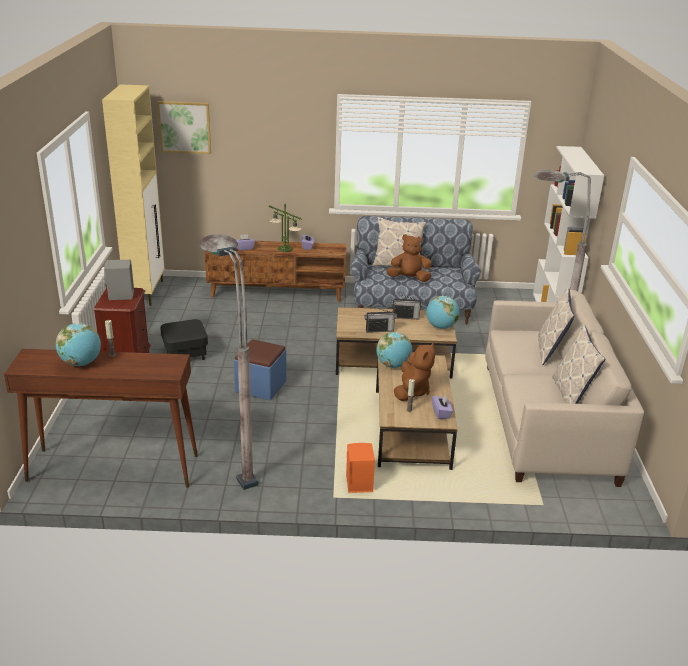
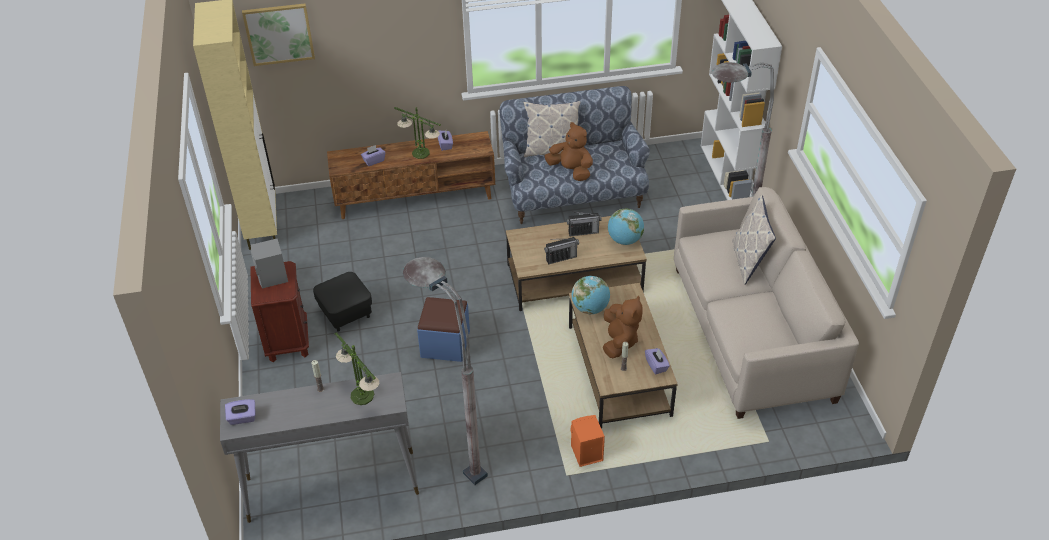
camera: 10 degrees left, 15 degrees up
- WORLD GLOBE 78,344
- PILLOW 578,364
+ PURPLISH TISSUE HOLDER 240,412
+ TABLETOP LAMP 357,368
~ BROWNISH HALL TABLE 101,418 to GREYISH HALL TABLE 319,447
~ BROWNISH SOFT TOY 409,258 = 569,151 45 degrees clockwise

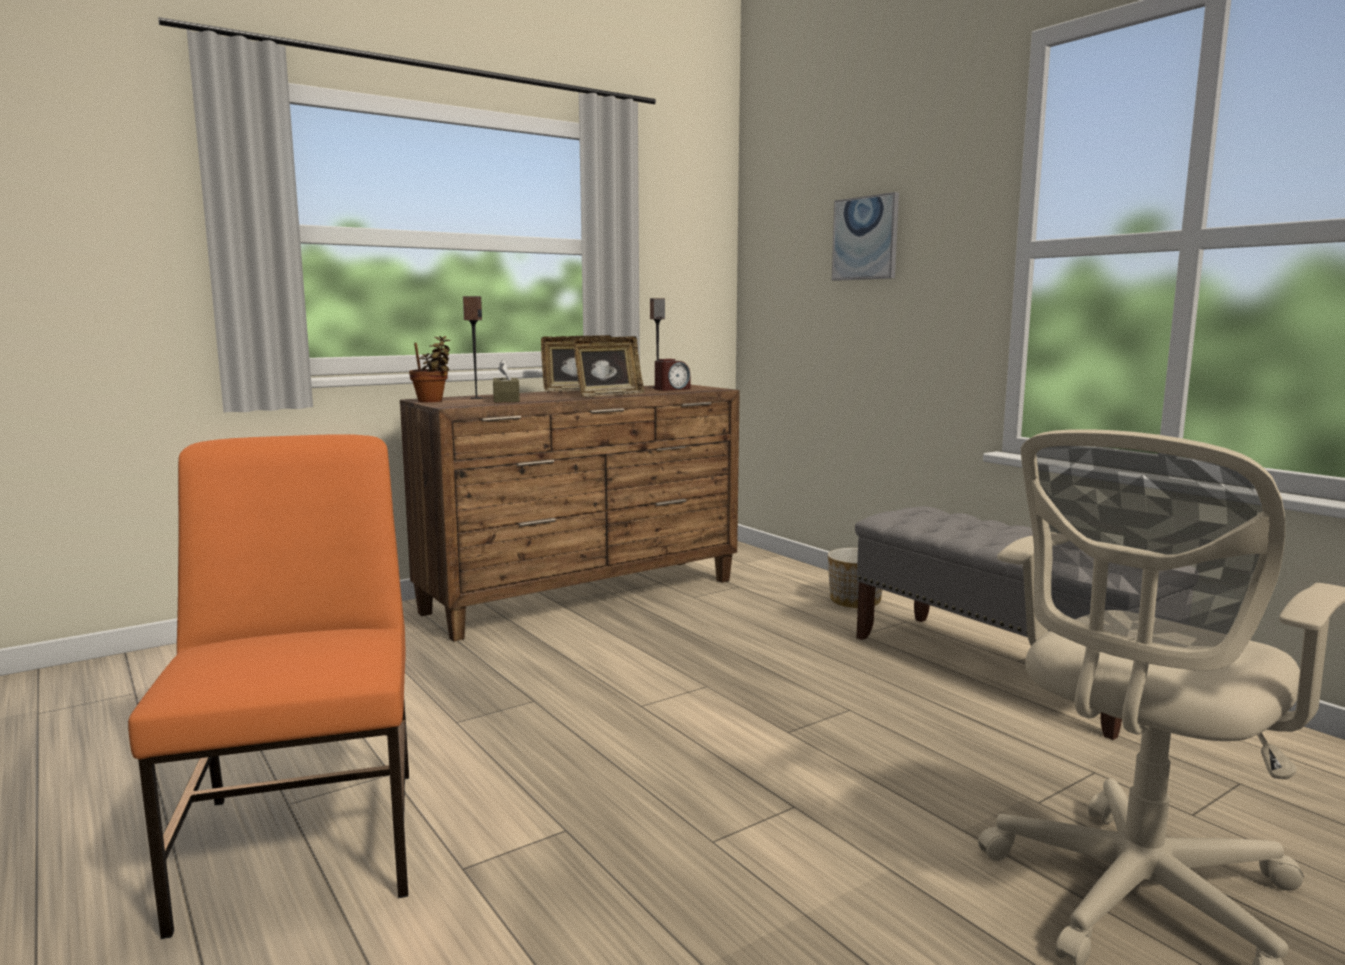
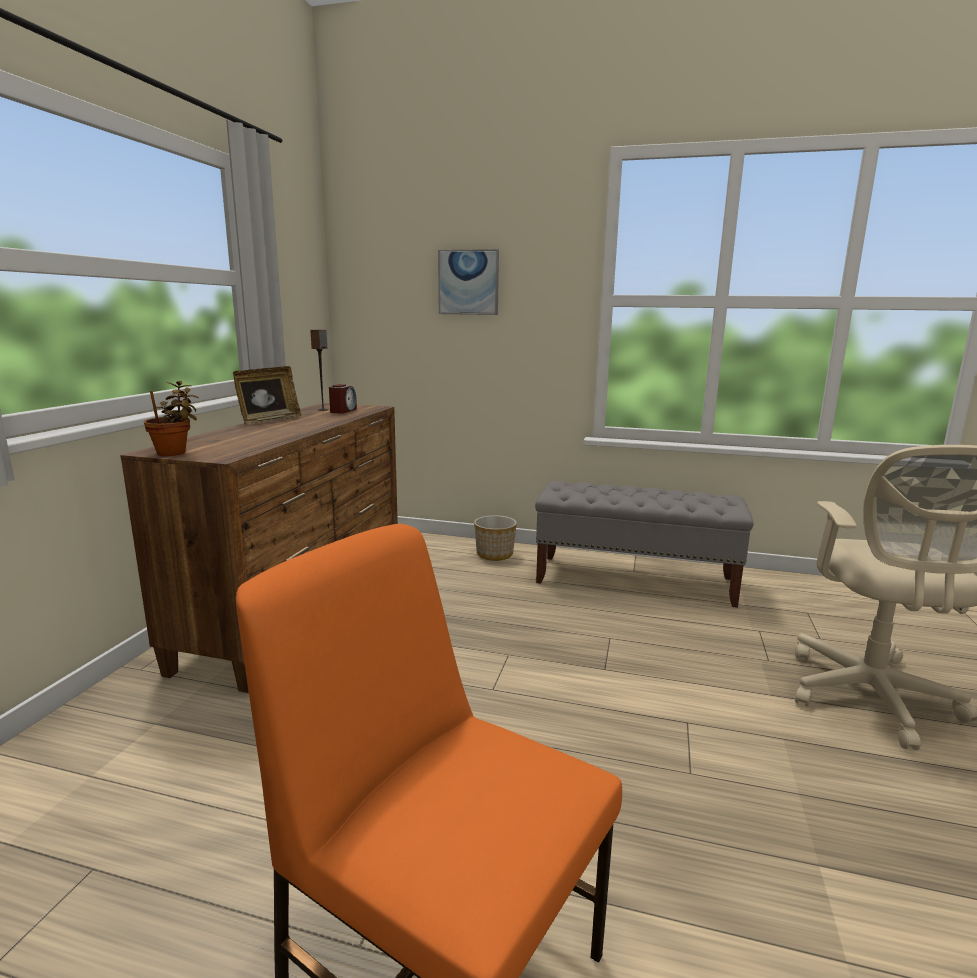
camera: 40 degrees left, 5 degrees up
- AUDIO SPEAKER 473,347
- BROWNISH TISSUE HOLDER 506,381
- STANDING FRAME 609,366

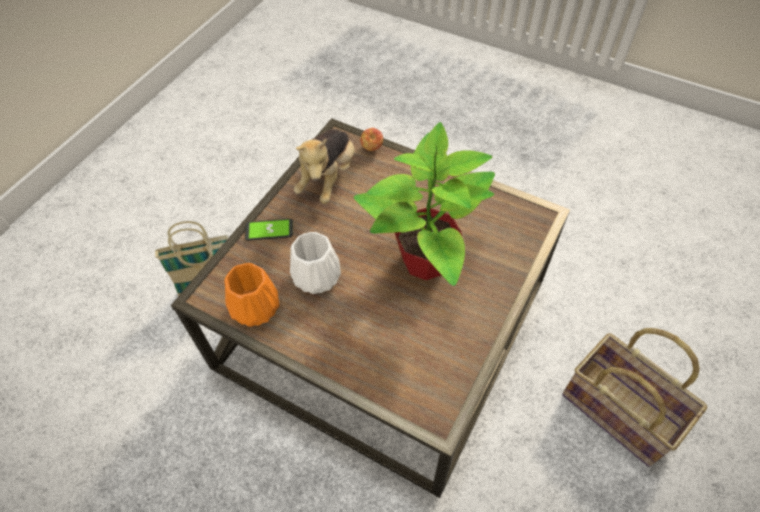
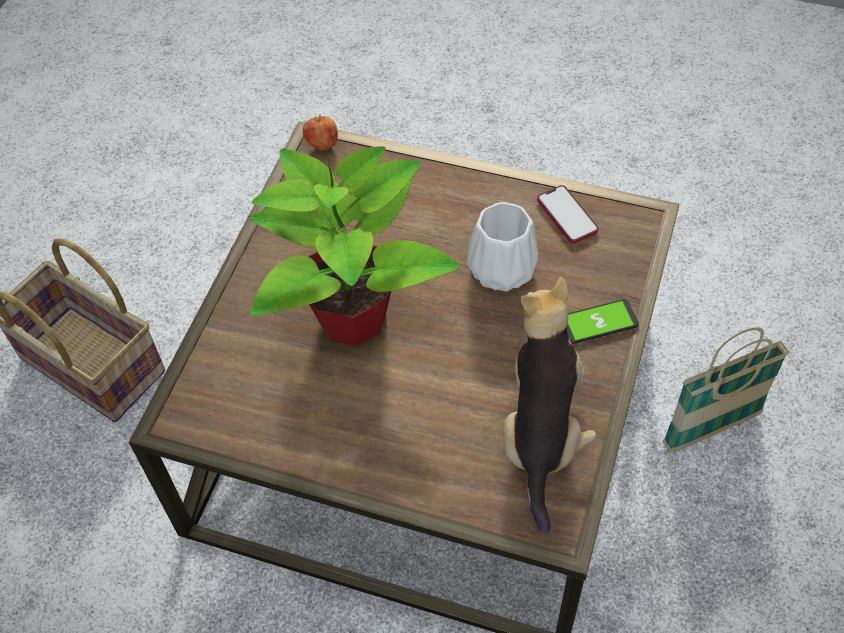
camera: 170 degrees right, 0 degrees up
~ APPLE 371,139 to 320,132
~ ORANGE-COLOURED DECORATIVE VASE 252,295 to PHONE 568,214

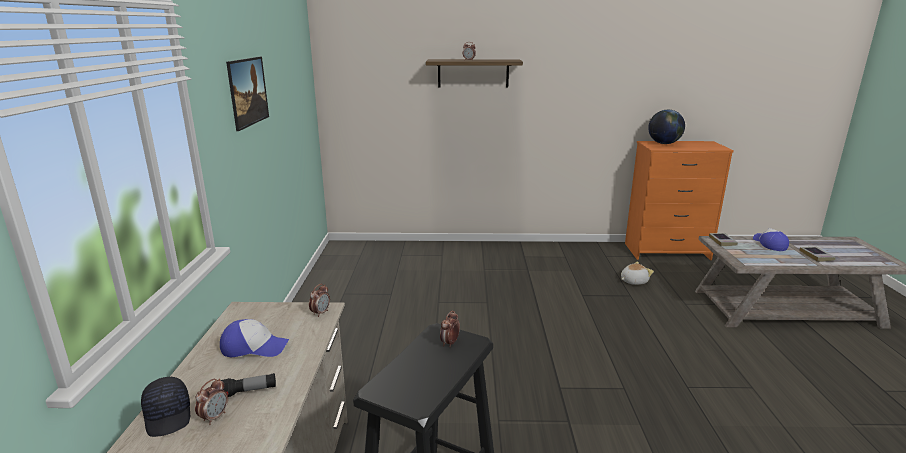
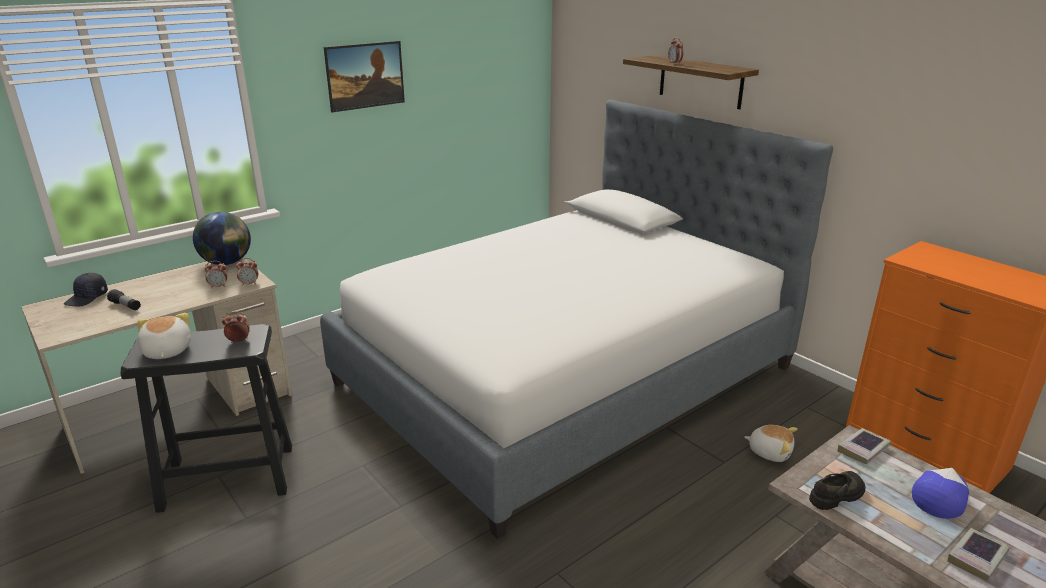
camera: 50 degrees right, 5 degrees up
- PEAKED CAP 254,338
+ SOFT TOY 164,336
+ BEDROOM BED 576,319
+ BLACKISH ITEM OF FOOTWEAR 837,490
~ ALARM CLOCK 211,401 to 216,274
~ WORLD GLOBE 666,127 to 222,238

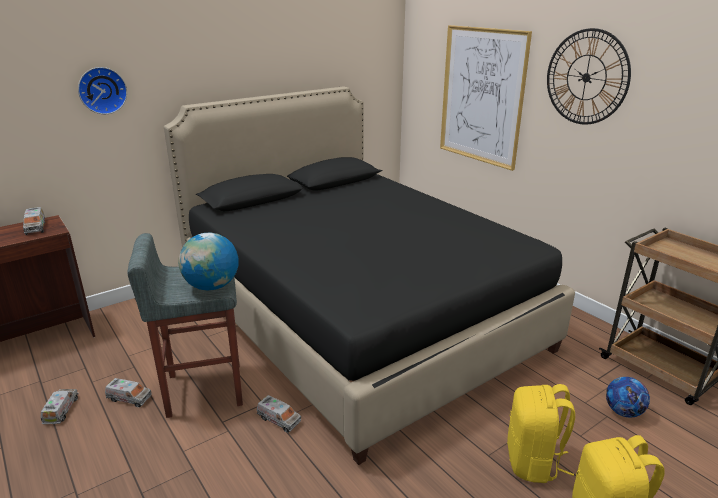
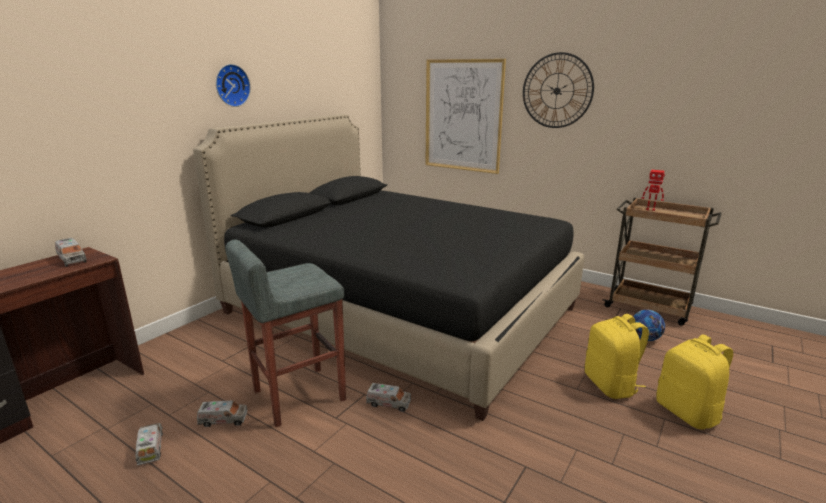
camera: 20 degrees left, 5 degrees down
- WORLD GLOBE 208,262
+ ROBOT FIGURE 653,190
~ WALL CLOCK 102,90 to 233,85

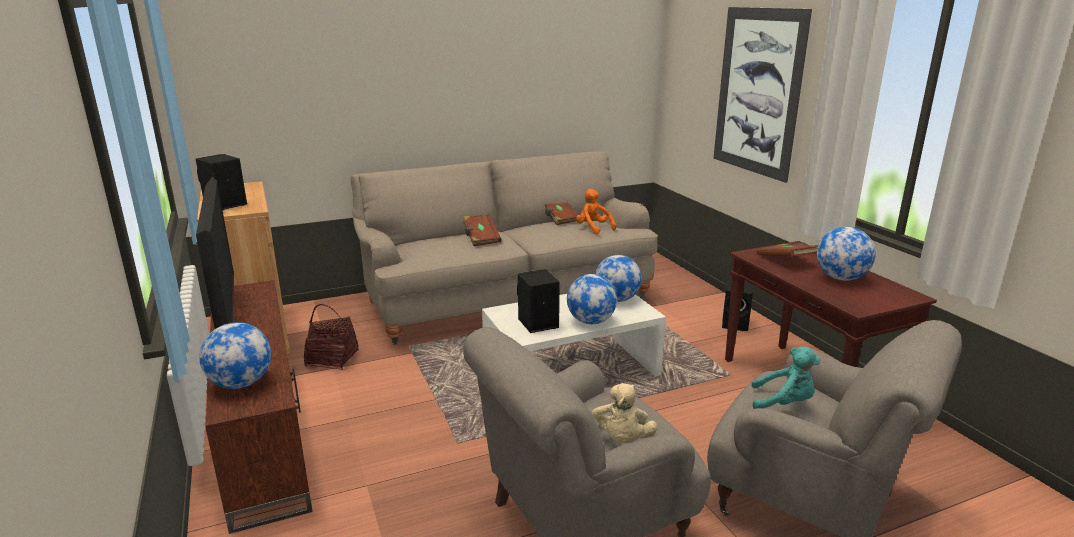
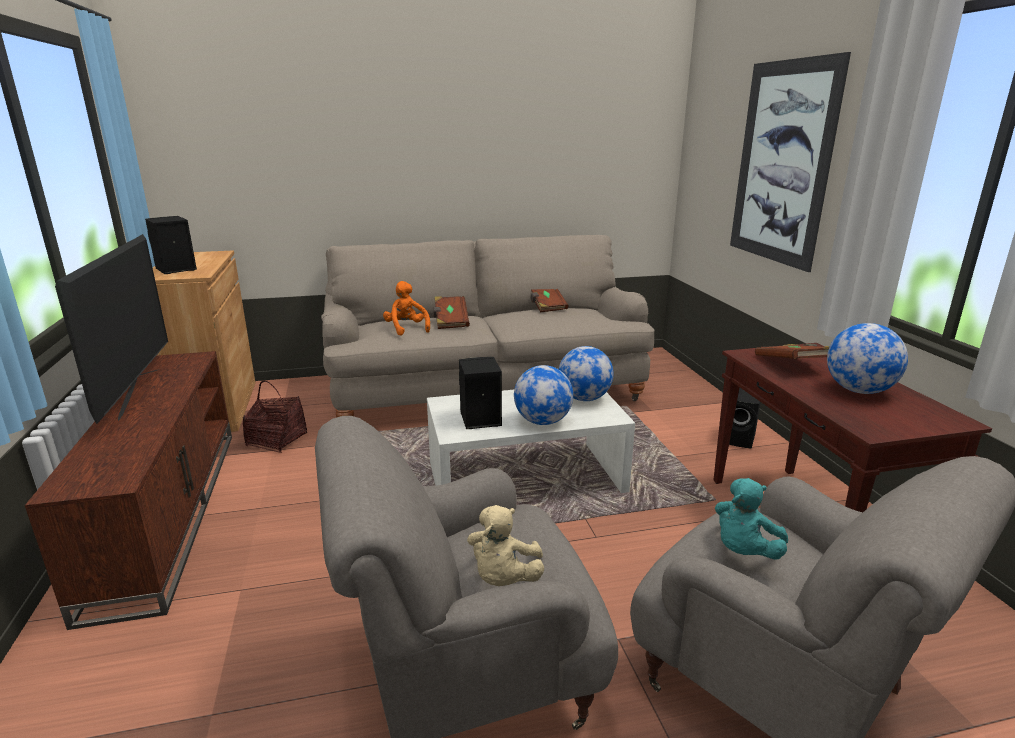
camera: 10 degrees right, 0 degrees up
- WORLD GLOBE 235,355
~ ORANGE-COLOURED SOFT TOY 596,211 to 406,308
~ TURQUOISE SOFT TOY 785,378 = 751,518 105 degrees clockwise

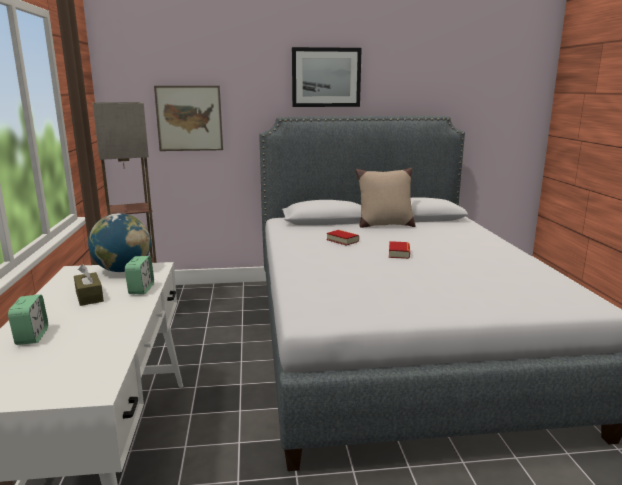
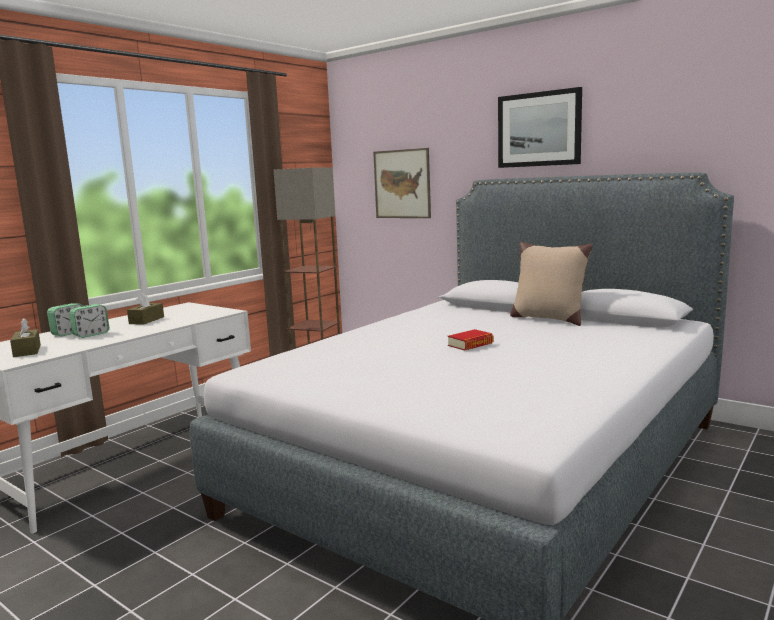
camera: 45 degrees right, 5 degrees down
- WORLD GLOBE 119,242
- BOUND BOOK 343,238
+ BROWNISH TISSUE HOLDER 25,337
~ ALARM CLOCK 139,275 to 89,321

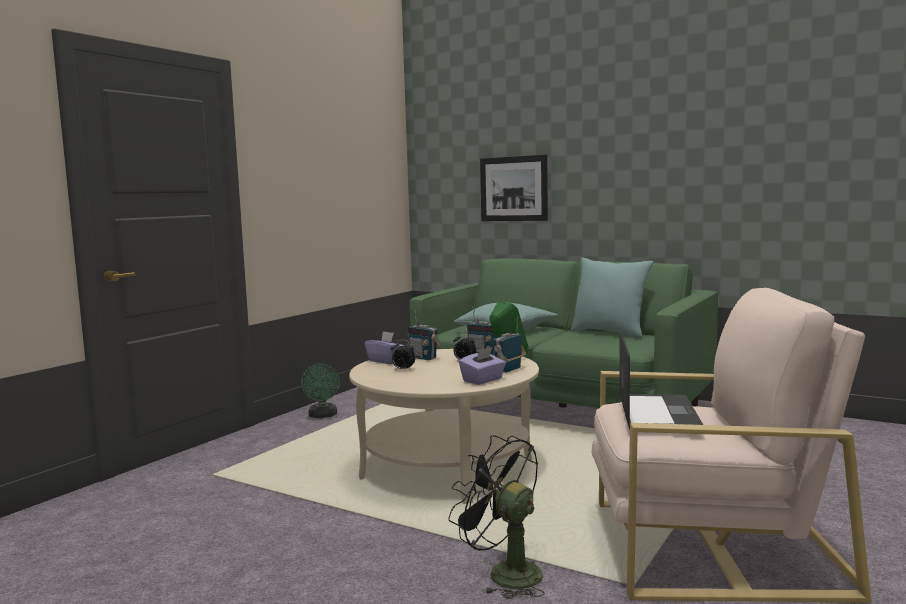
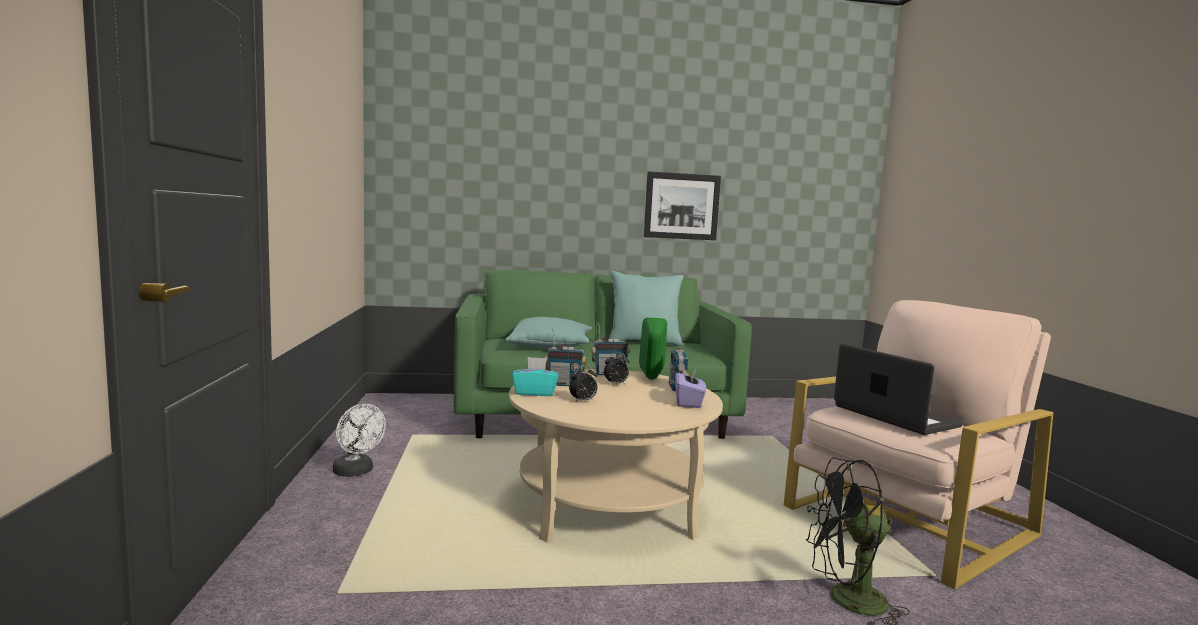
camera: 40 degrees left, 0 degrees up
~ PICTURE 514,188 to 682,205
~ GREEN-COLOURED FAN 320,390 to WHITE-COLOURED FAN 359,440
~ PURPLISH TISSUE HOLDER 384,347 to TURQUOISE TISSUE HOLDER 535,376

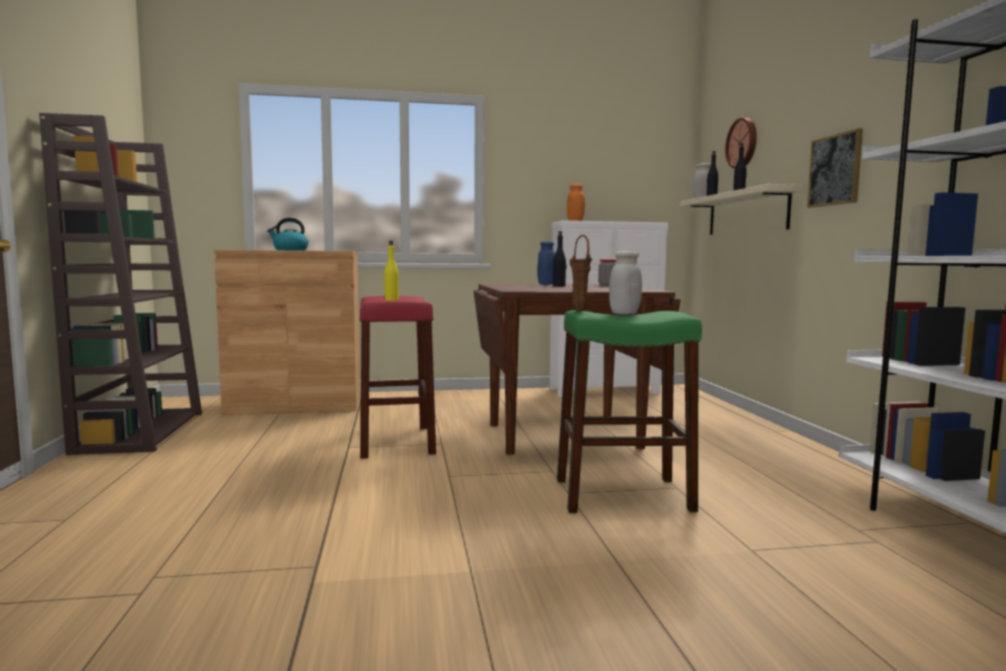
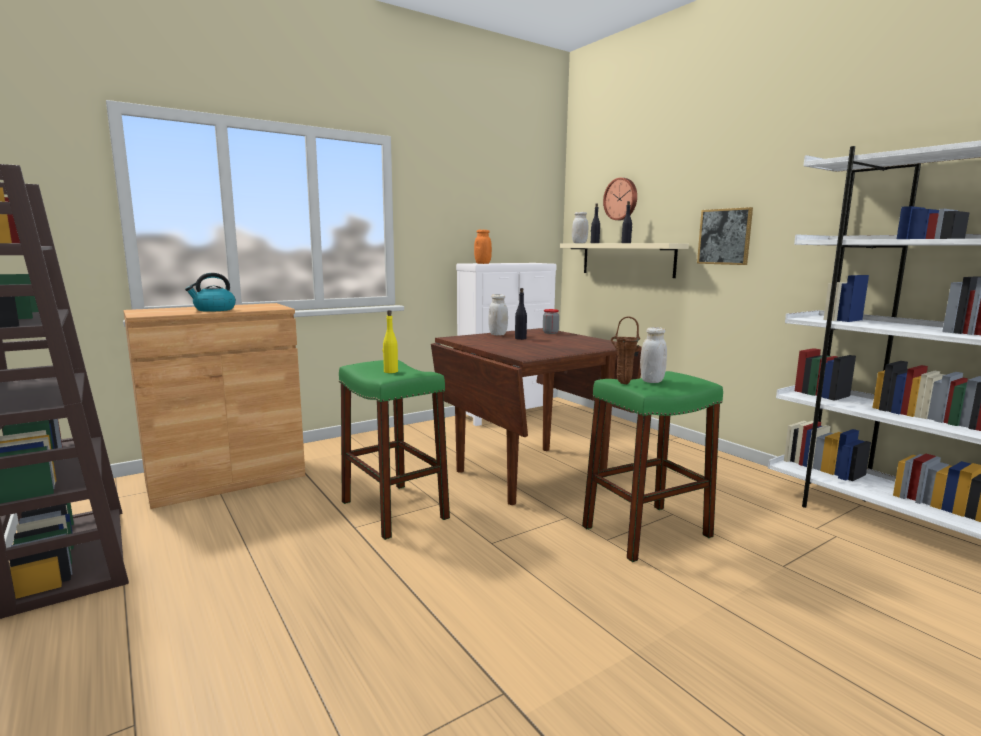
camera: 25 degrees left, 5 degrees up
~ REDDISH STOOL SEAT 397,377 to GREEN-COLOURED STOOL SEAT 394,450
~ BLUE PRESERVE JAR 546,263 to WHITE-COLOURED PRESERVE JAR 498,315

